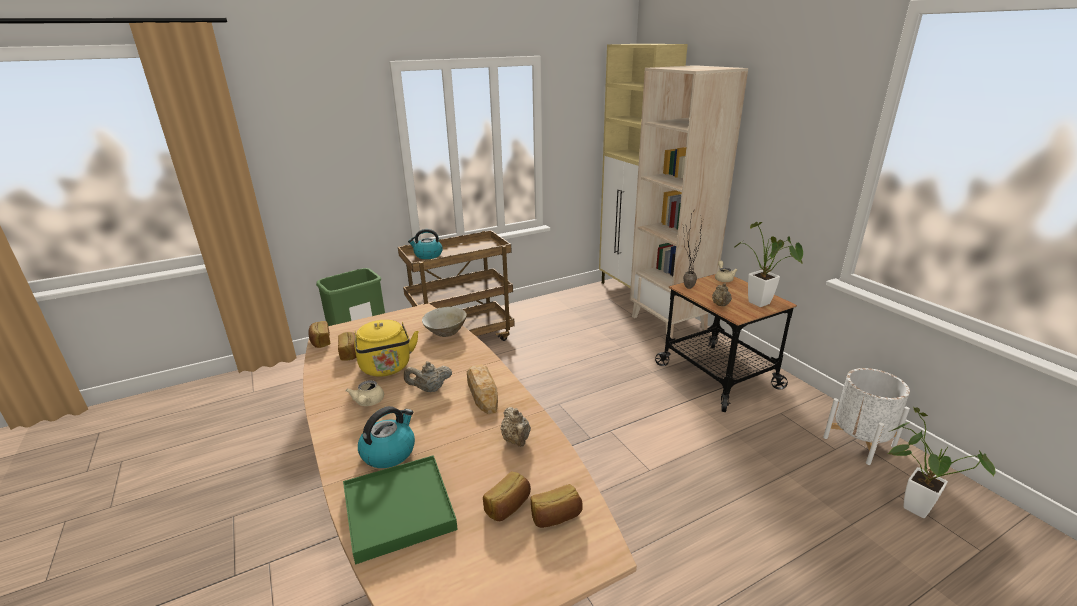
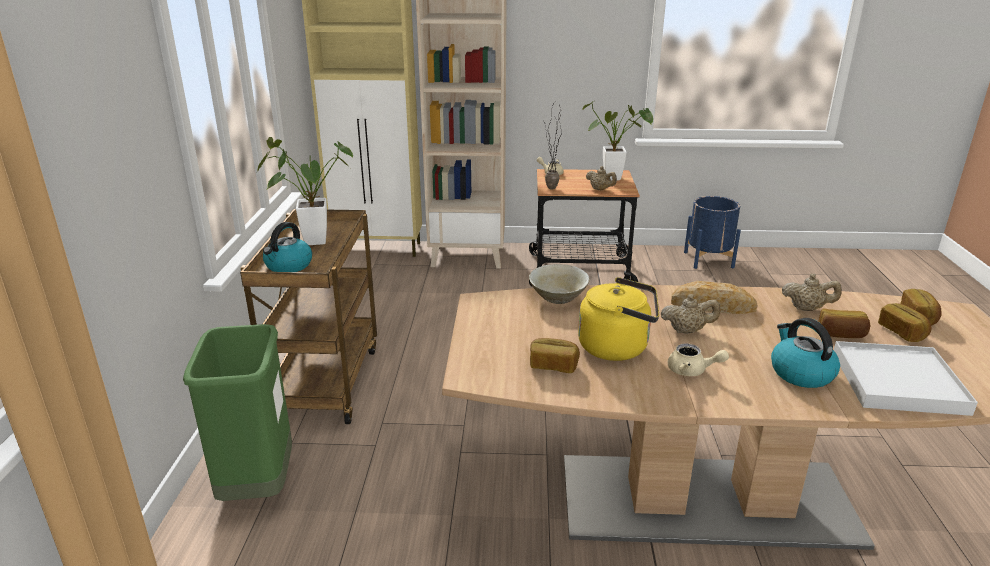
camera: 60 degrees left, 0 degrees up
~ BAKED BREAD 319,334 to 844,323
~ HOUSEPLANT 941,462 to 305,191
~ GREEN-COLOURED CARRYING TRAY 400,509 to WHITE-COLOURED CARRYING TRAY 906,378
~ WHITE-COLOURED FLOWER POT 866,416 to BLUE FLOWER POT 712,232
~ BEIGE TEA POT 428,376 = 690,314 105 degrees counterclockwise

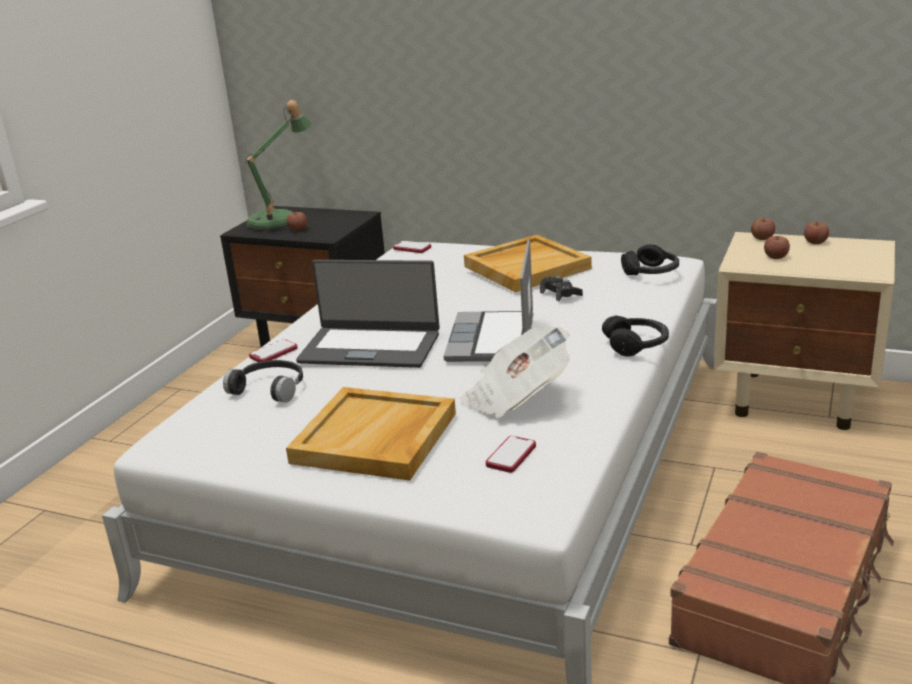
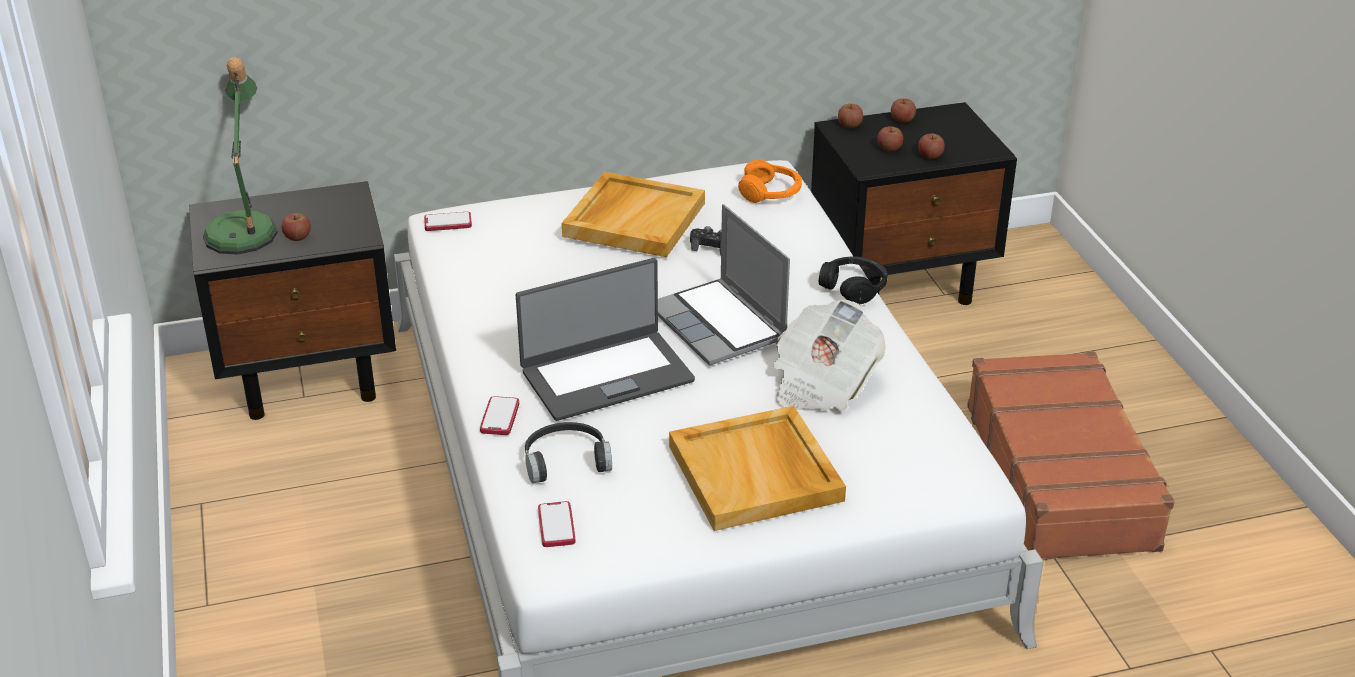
camera: 40 degrees left, 10 degrees up
+ APPLE 931,146
~ PHONE 511,454 to 556,524
~ BLACKISH HEADSET 650,259 to ORANGE-COLOURED HEADSET 770,181
~ BEIGE BEDSIDE TABLE 804,331 to BLACKISH BEDSIDE TABLE 914,203

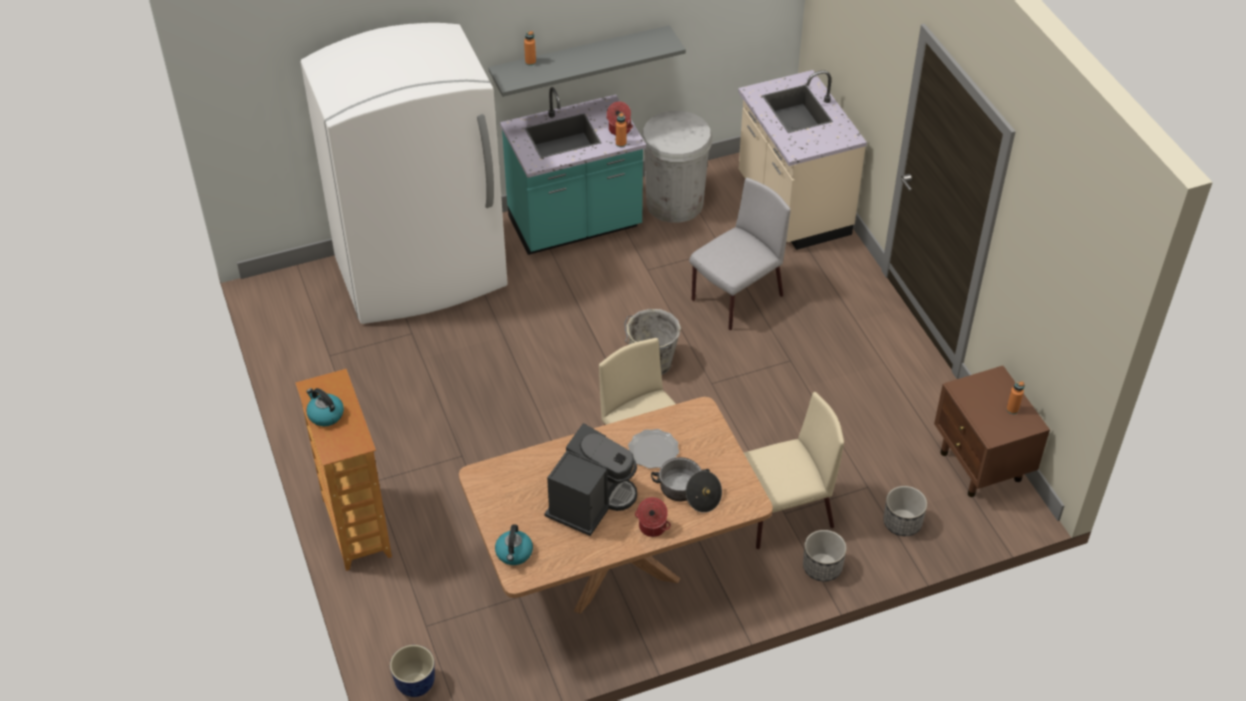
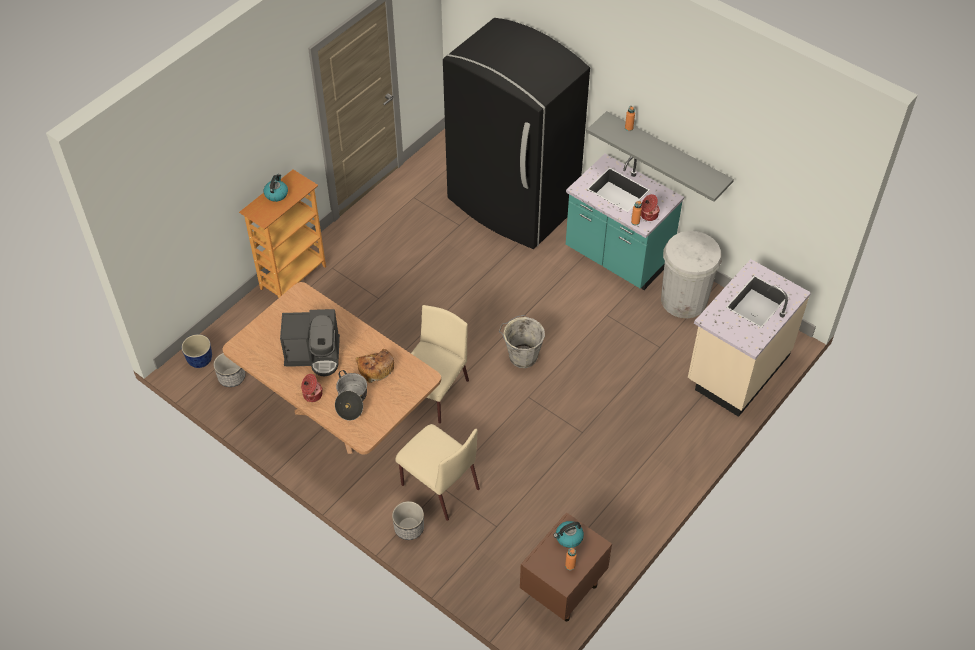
camera: 60 degrees right, 5 degrees up
- GREYISH UPRIGHT CHAIR 740,254
~ KETTLE 514,544 to 568,534
~ FLOWER POT 905,511 to 229,370
~ FLAT DISH 653,449 to BAKED BREAD 374,366
~ WHITE-COLOURED KITCHEN FRIDGE 404,173 to BLACKISH KITCHEN FRIDGE 516,133

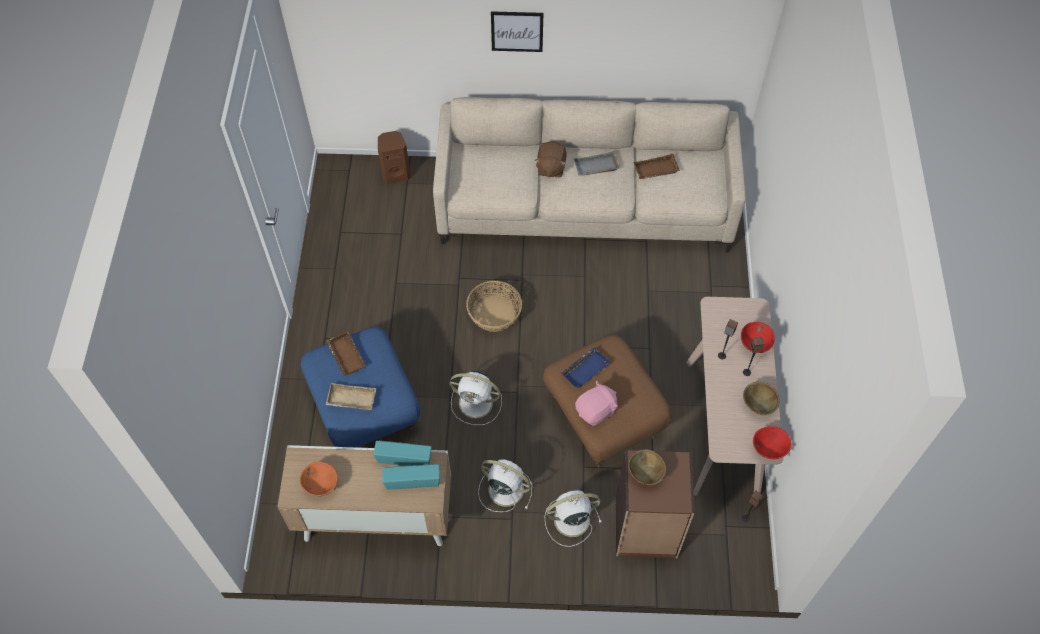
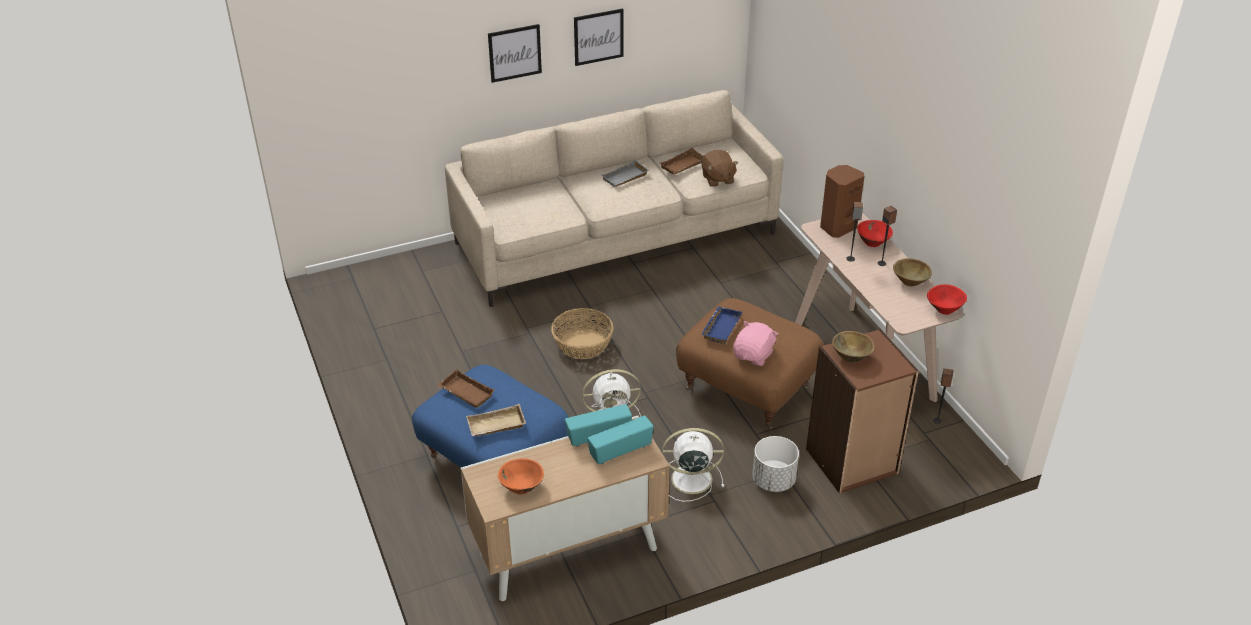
camera: 25 degrees left, 20 degrees down
+ PICTURE 599,37
~ BROWNISH AUDIO SPEAKER 394,157 to 842,201
~ BROWNISH SOFT TOY 551,159 to 720,168
~ WHITE-COLOURED FAN 573,518 to WHITE-COLOURED FLOWER POT 775,464

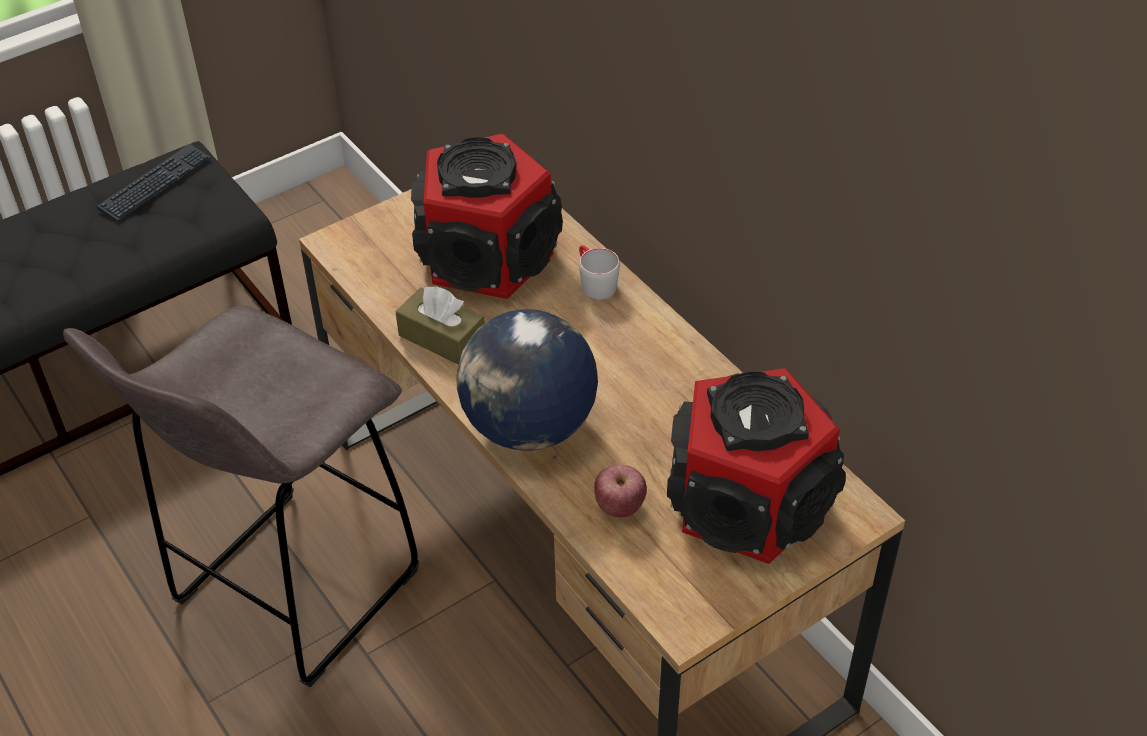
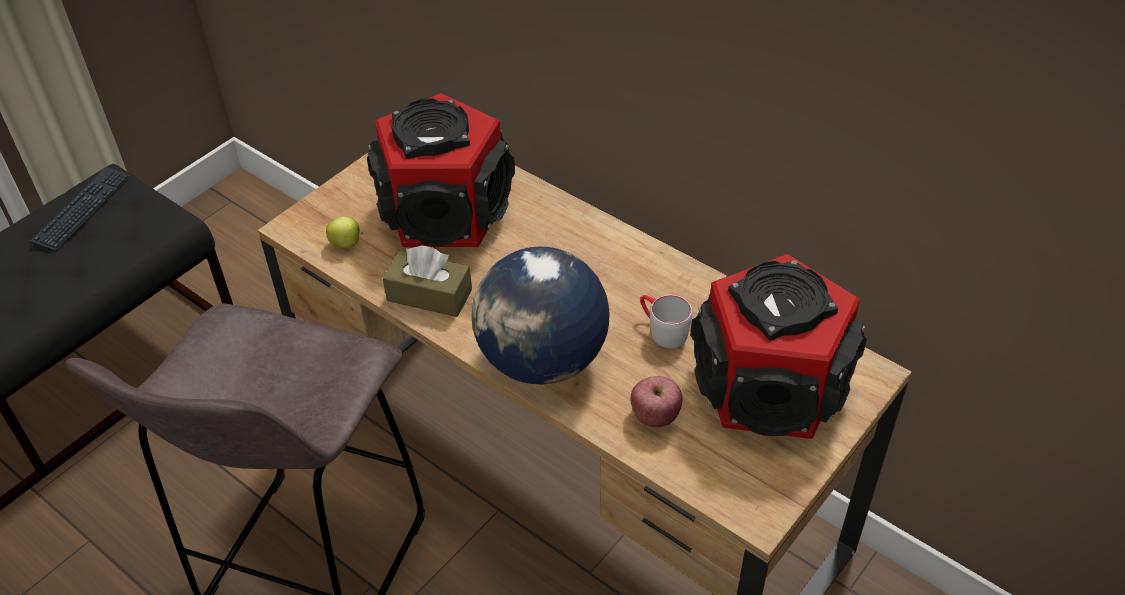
camera: 15 degrees left, 0 degrees up
+ APPLE 344,232
~ GREYISH MUG 599,272 to 666,321

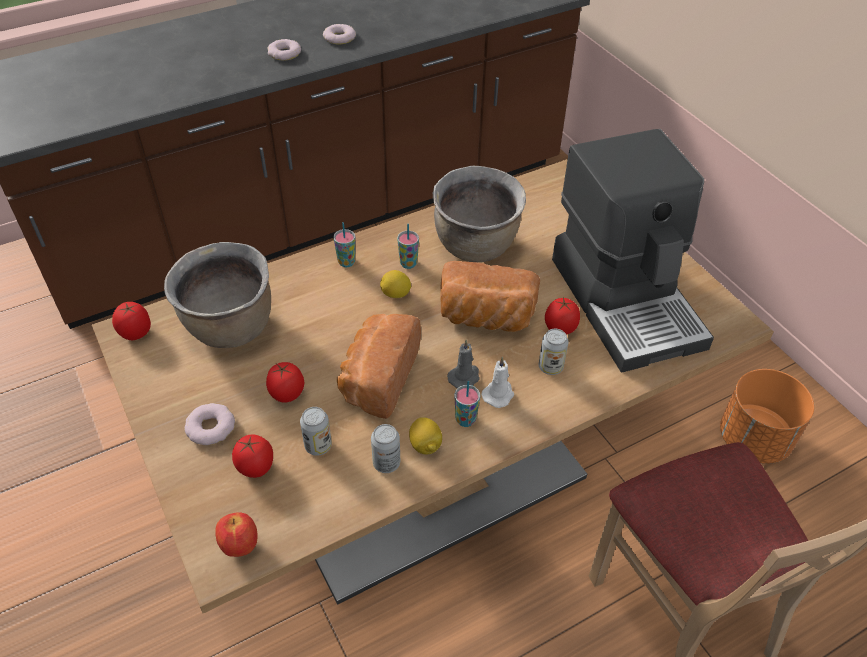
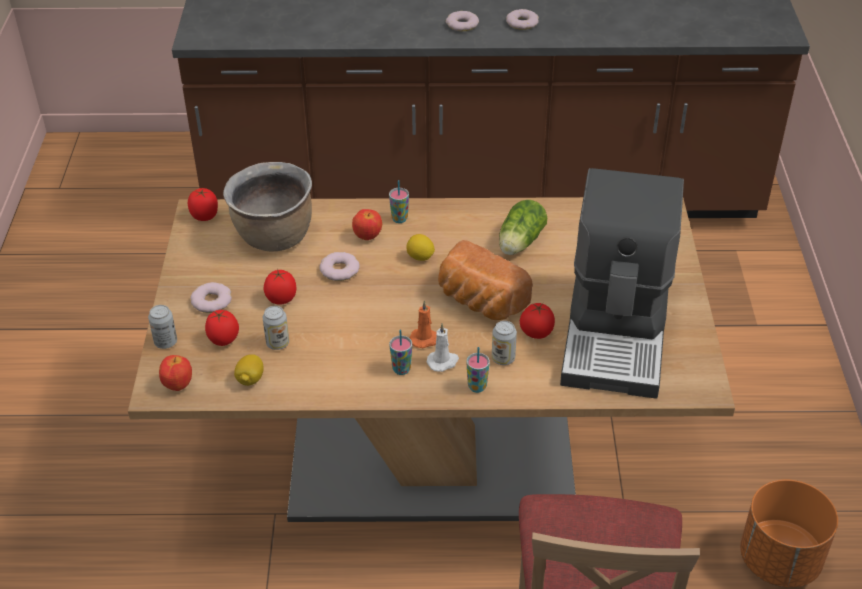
camera: 30 degrees right, 5 degrees down
- BAKED BREAD 379,366
+ DOUGHNUT 339,266
+ APPLE 367,224
~ SEALED CAN 385,448 to 162,327
~ DRINKING CUP 408,246 to 478,370
~ LEMON 425,436 to 249,370
~ BROWNISH COOKING POT 479,214 to HEAD OF LETTUCE 523,227
~ GREYISH CANDLE 463,363 to ORANGE-COLOURED CANDLE 423,324

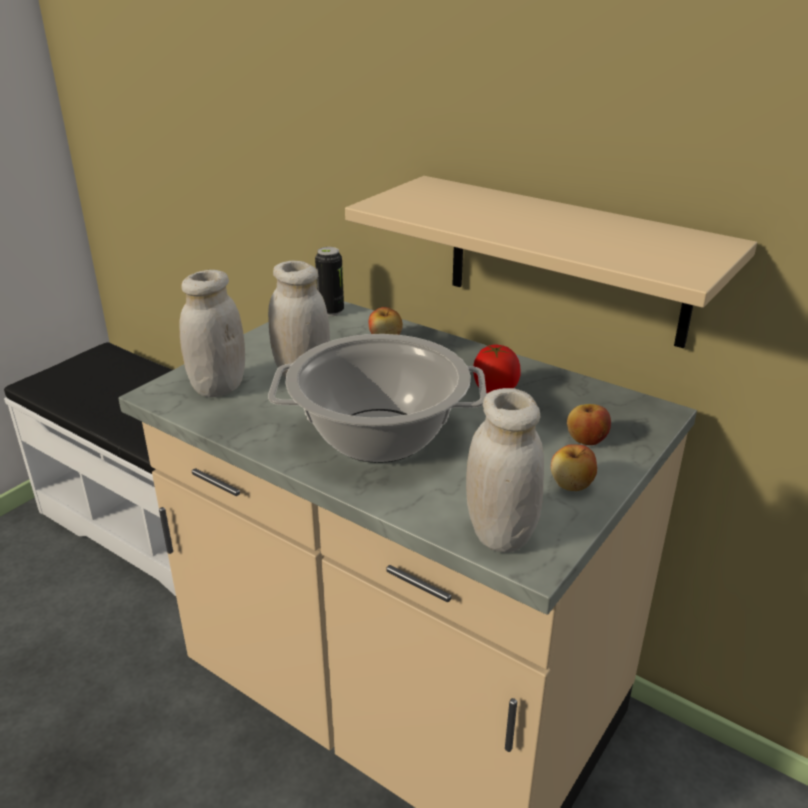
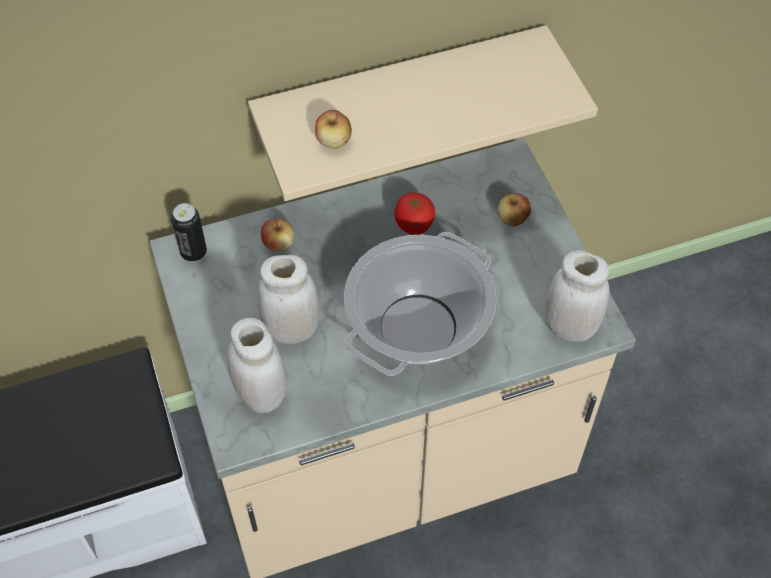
camera: 55 degrees left, 25 degrees up
~ APPLE 574,467 to 333,129

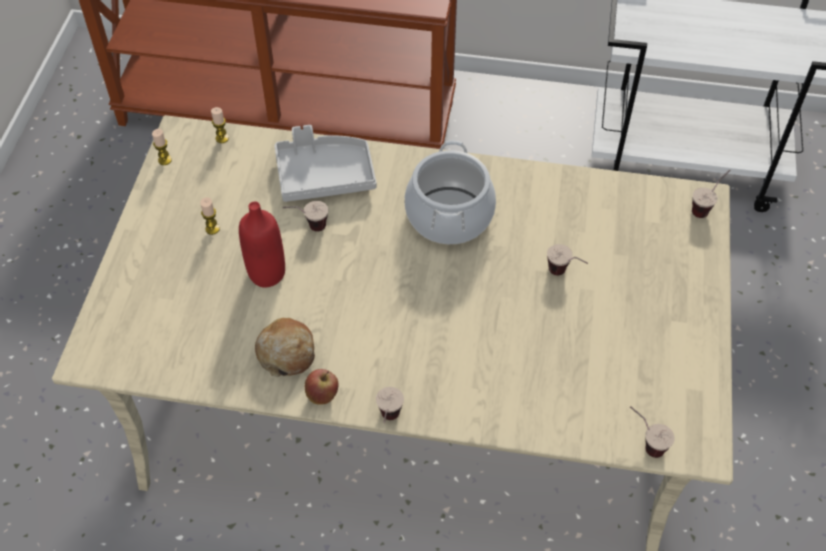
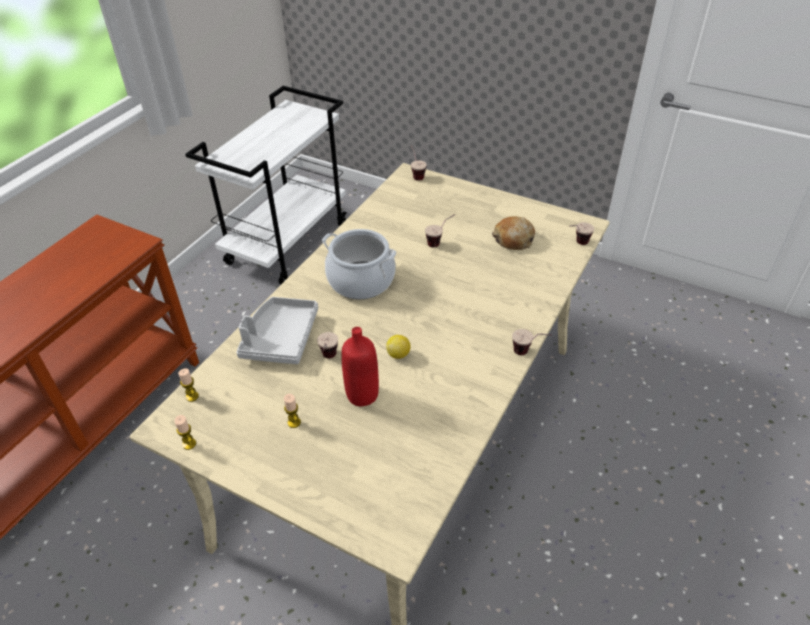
camera: 70 degrees left, 10 degrees down
- APPLE 322,387
+ LEMON 398,347
~ BAKED BREAD 285,347 to 513,233

